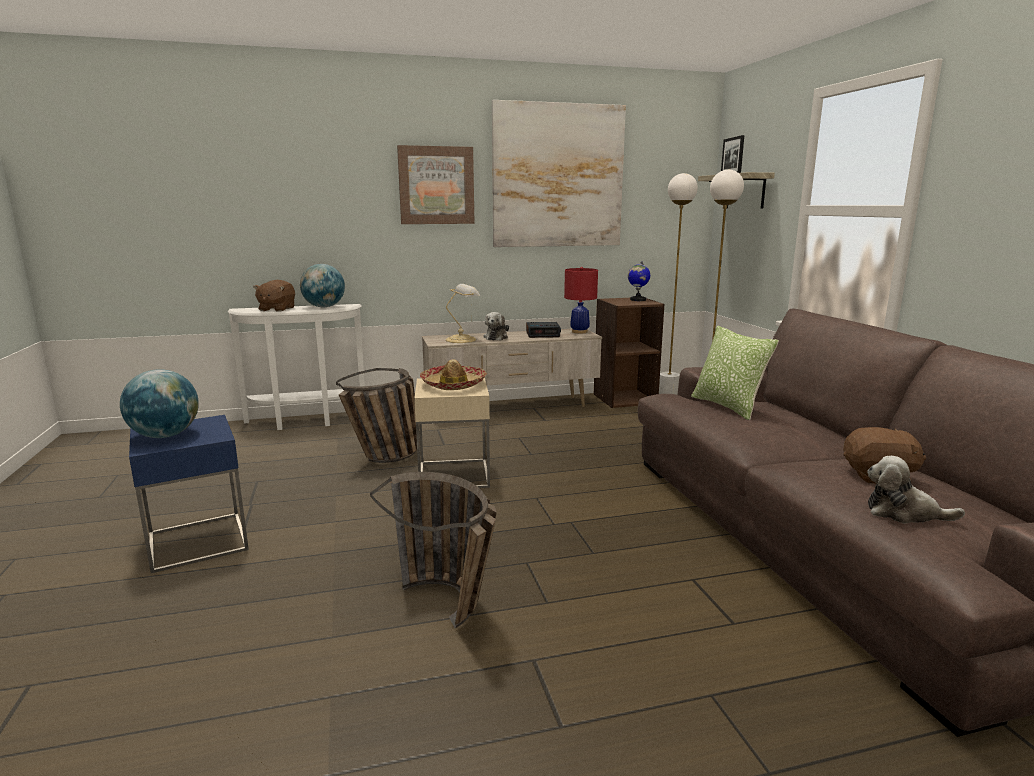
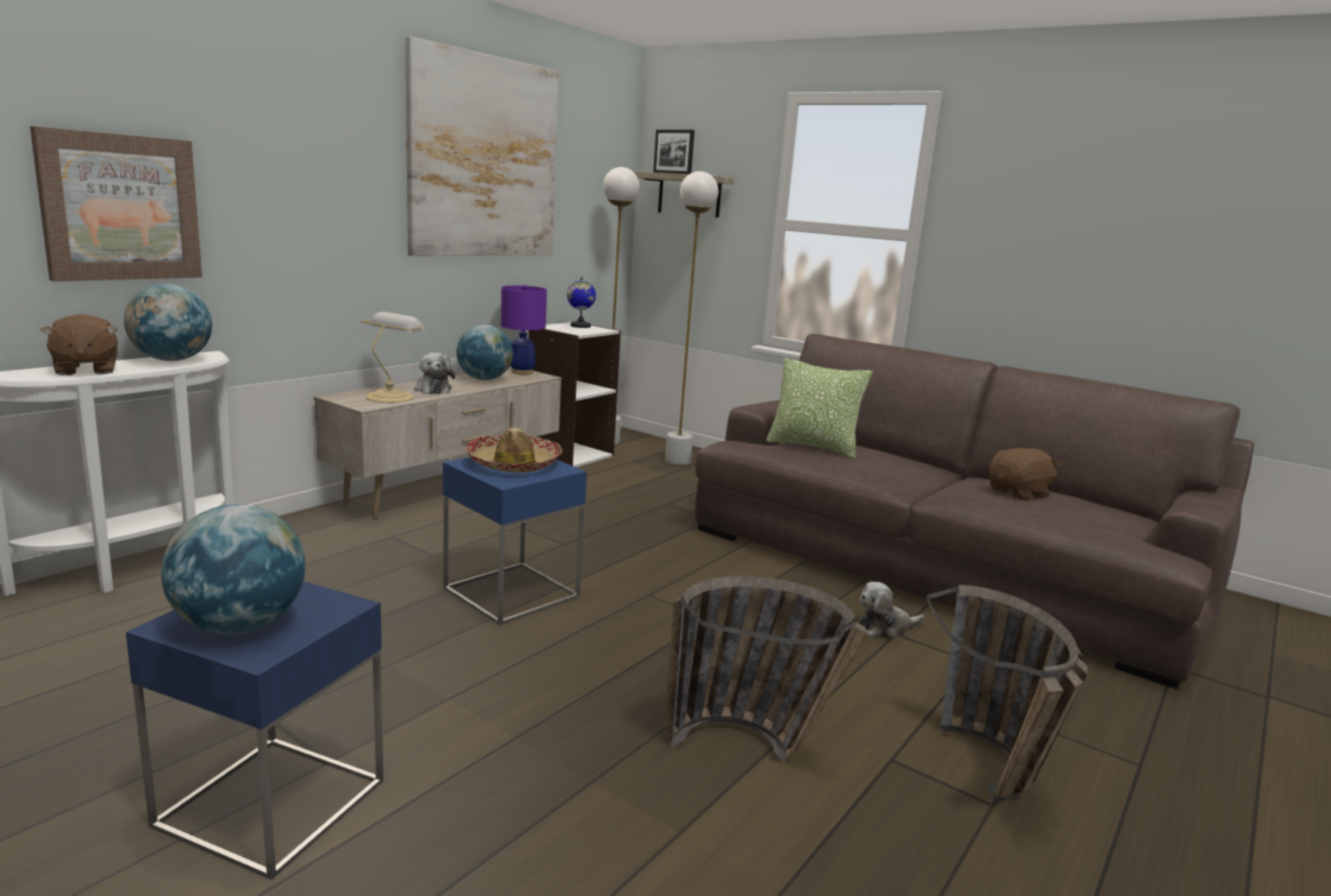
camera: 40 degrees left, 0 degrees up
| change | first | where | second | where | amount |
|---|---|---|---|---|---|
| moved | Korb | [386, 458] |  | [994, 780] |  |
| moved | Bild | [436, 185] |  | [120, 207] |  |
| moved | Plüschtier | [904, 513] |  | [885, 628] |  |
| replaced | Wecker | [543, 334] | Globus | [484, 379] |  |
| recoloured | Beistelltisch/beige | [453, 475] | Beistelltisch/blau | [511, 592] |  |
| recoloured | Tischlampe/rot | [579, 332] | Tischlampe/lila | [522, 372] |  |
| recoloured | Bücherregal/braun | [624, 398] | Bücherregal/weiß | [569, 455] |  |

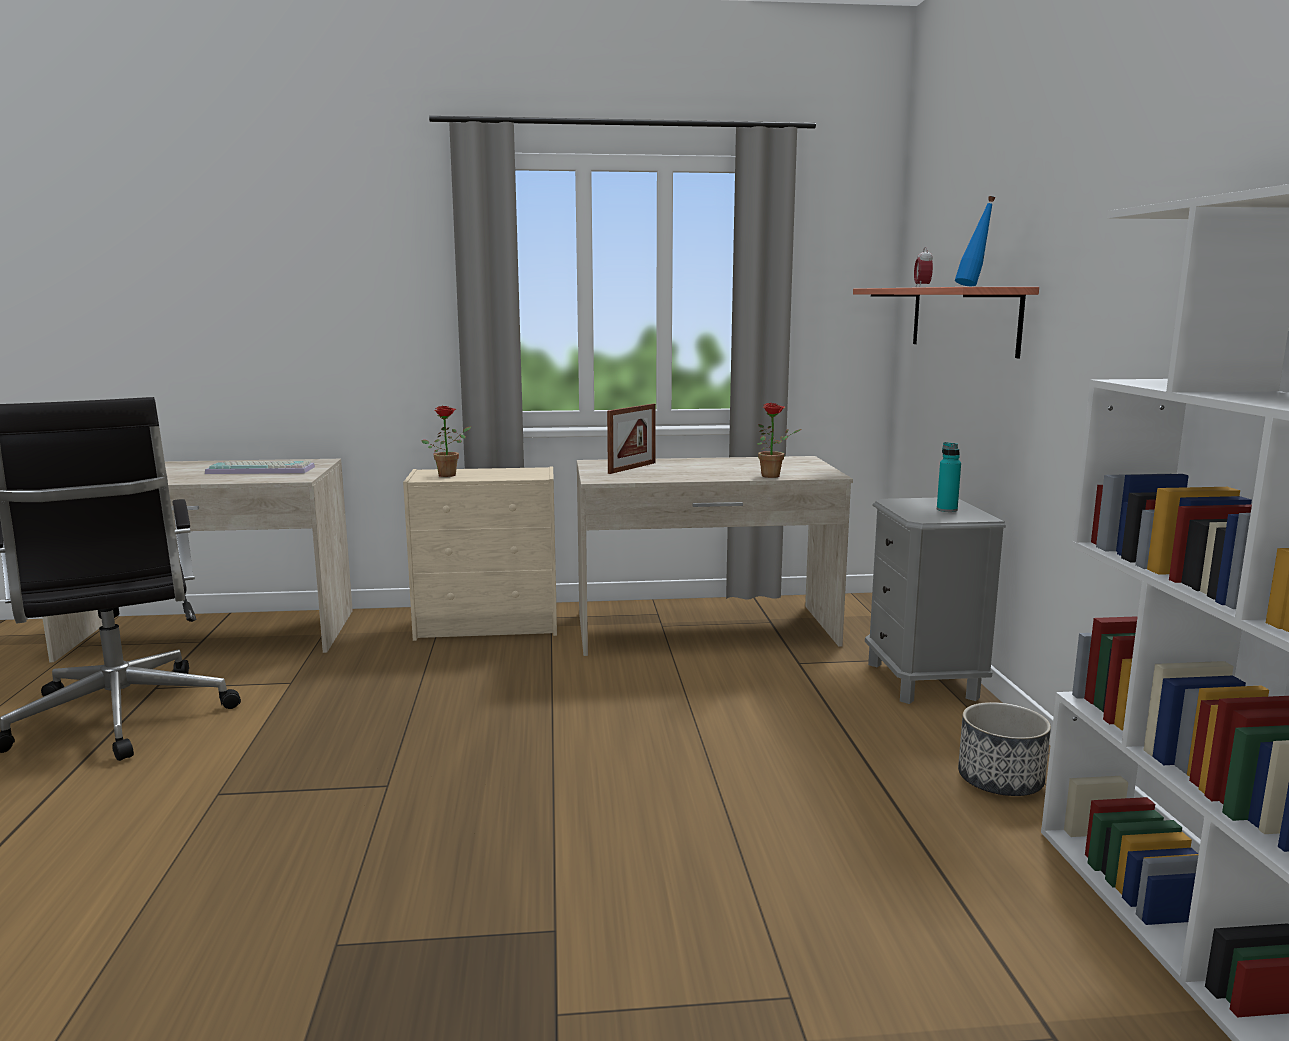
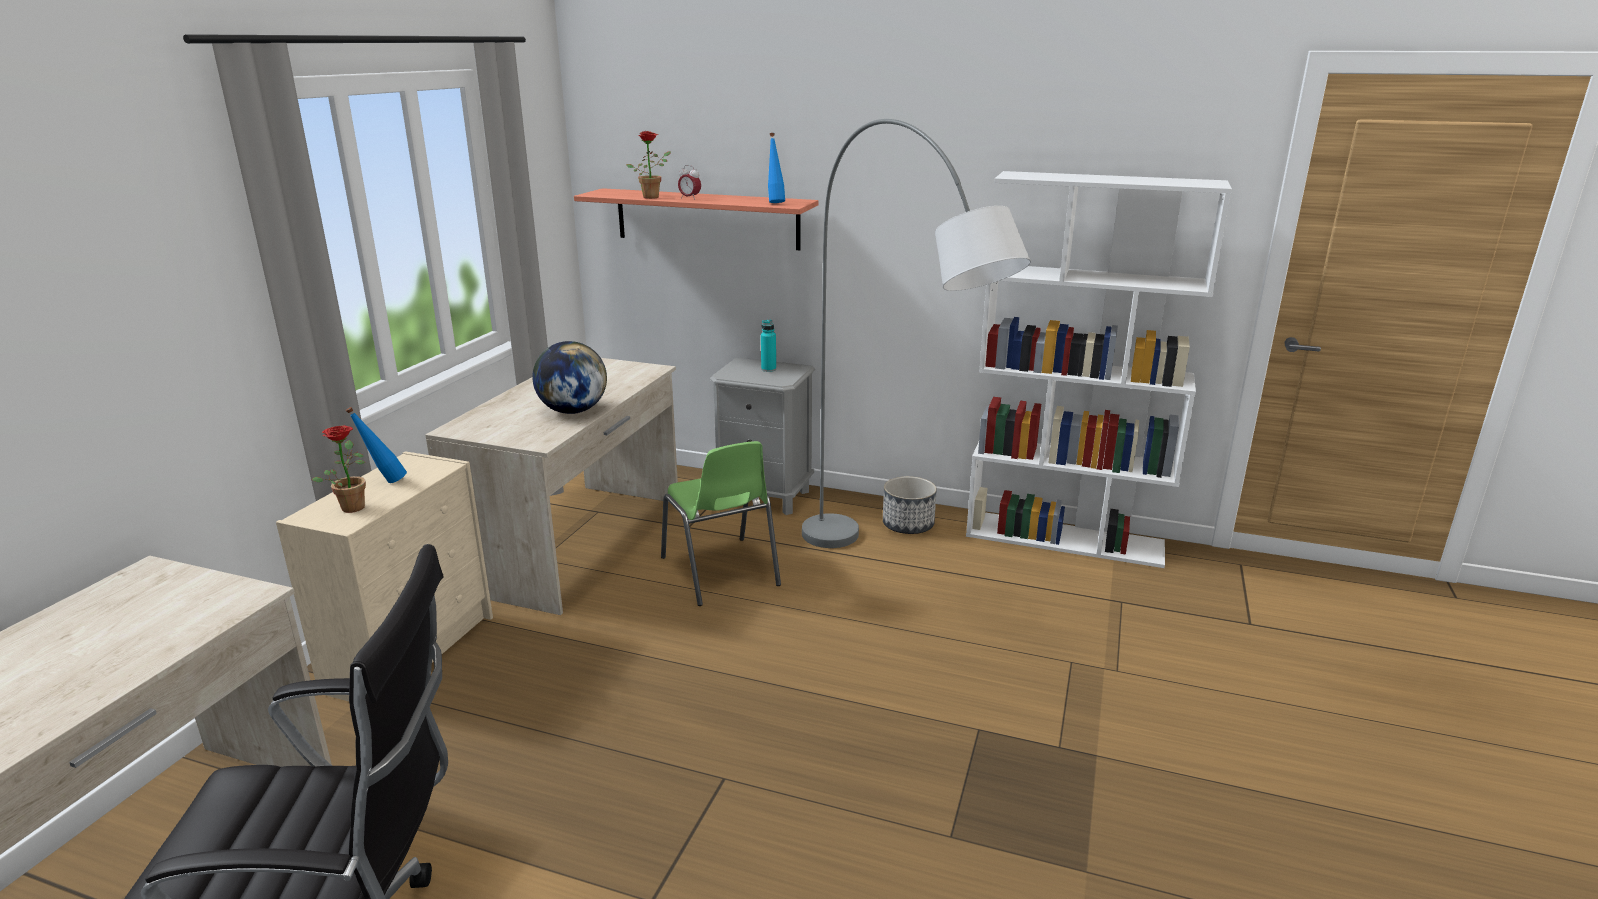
camera: 65 degrees left, 10 degrees up
| change | first | where | second | where | amount |
|---|---|---|---|---|---|
| removed | Tastatur | [262, 470] |  |  |  |
| removed | Bilderrahmen | [632, 468] |  |  |  |
| added |  |  | Flasche/blau | [384, 482] |  |
| added |  |  | Globus | [573, 411] |  |
| added |  |  | Stuhl/grün | [720, 572] |  |
| added |  |  | Stehlampe/grau | [892, 583] |  |
| moved | Topfpflanze | [774, 476] |  | [653, 197] |  |

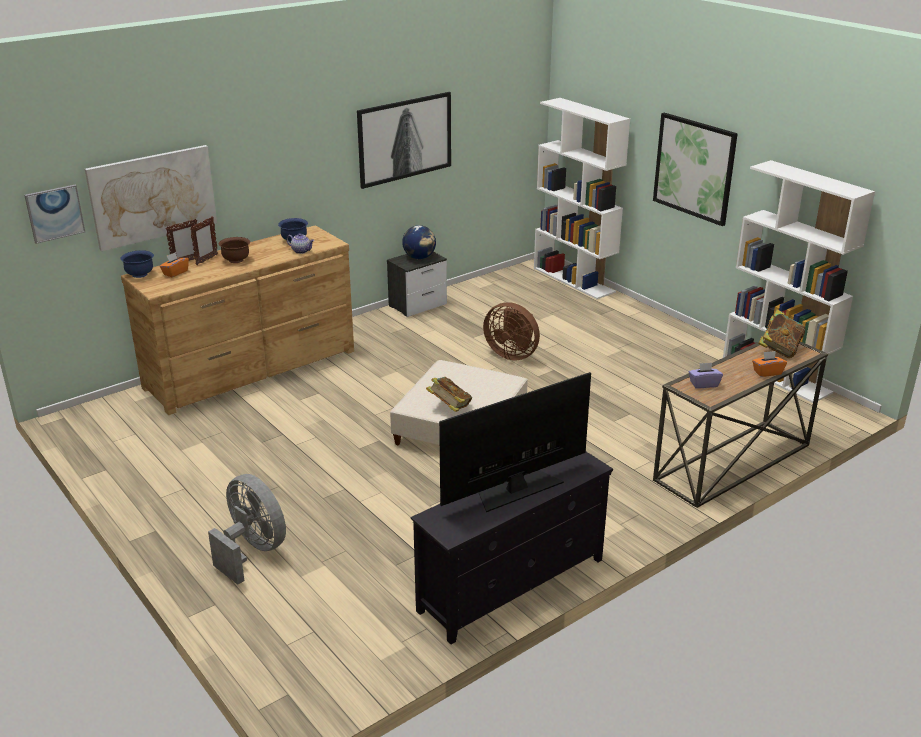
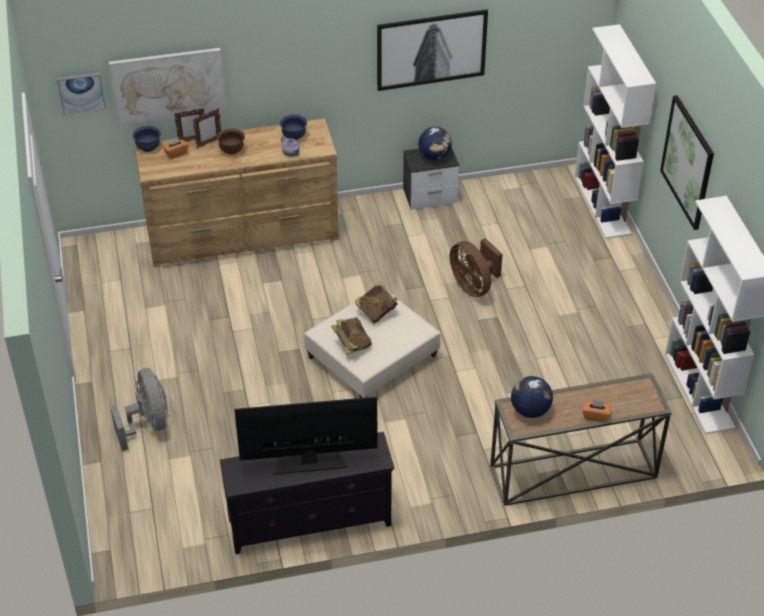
camera: 25 degrees right, 15 degrees up
| change | first | where | second | where | amount |
|---|---|---|---|---|---|
| moved | Buch | [779, 349] |  | [376, 312] |  |
| replaced | Taschentuchbox/lila | [704, 384] | Globus | [530, 410] |  |

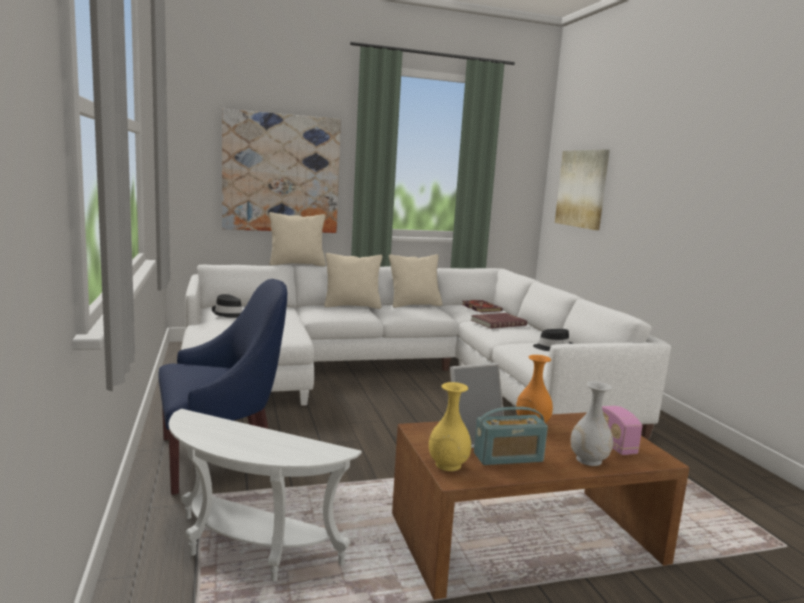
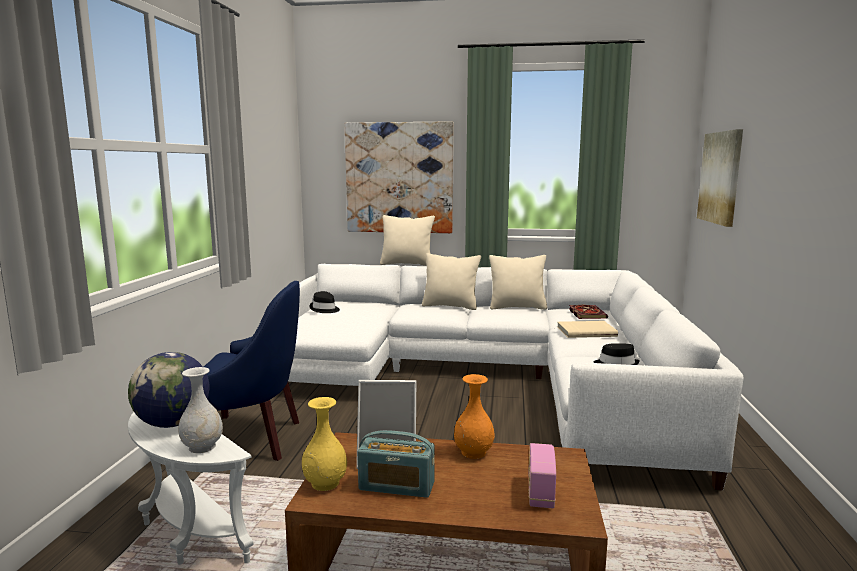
camera: 25 degrees right, 0 degrees up
| change | first | where | second | where | amount |
|---|---|---|---|---|---|
| added |  |  | Globus | [173, 423] |  |
| moved | Vase/weiß | [589, 460] |  | [203, 447] |  |
| recoloured | Buch/rot | [497, 322] | Buch/beige | [586, 331] |  |

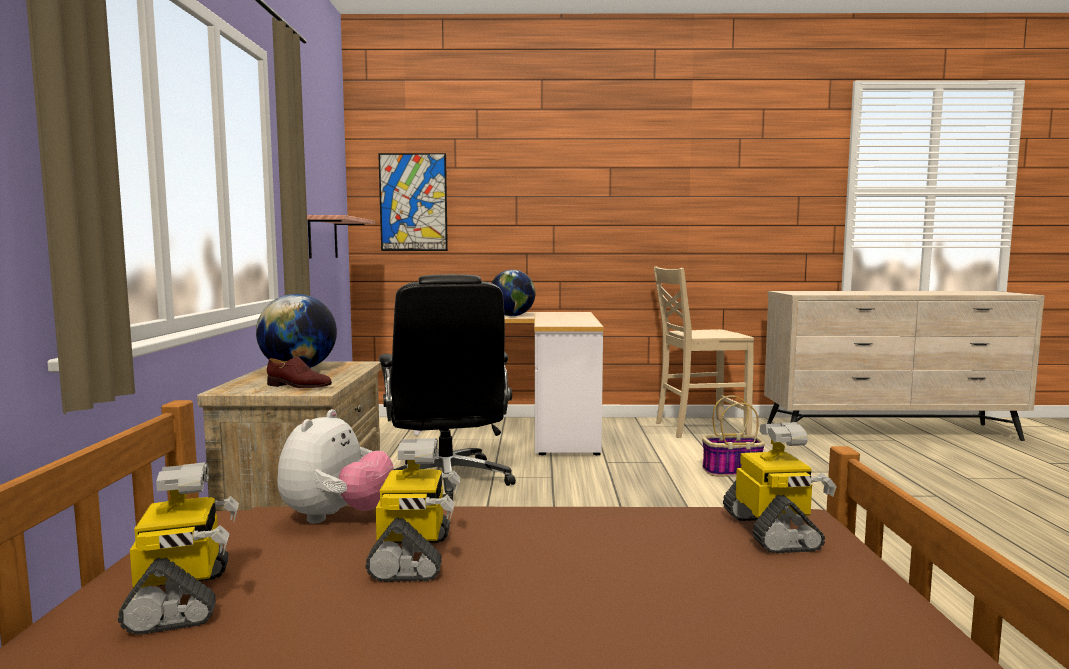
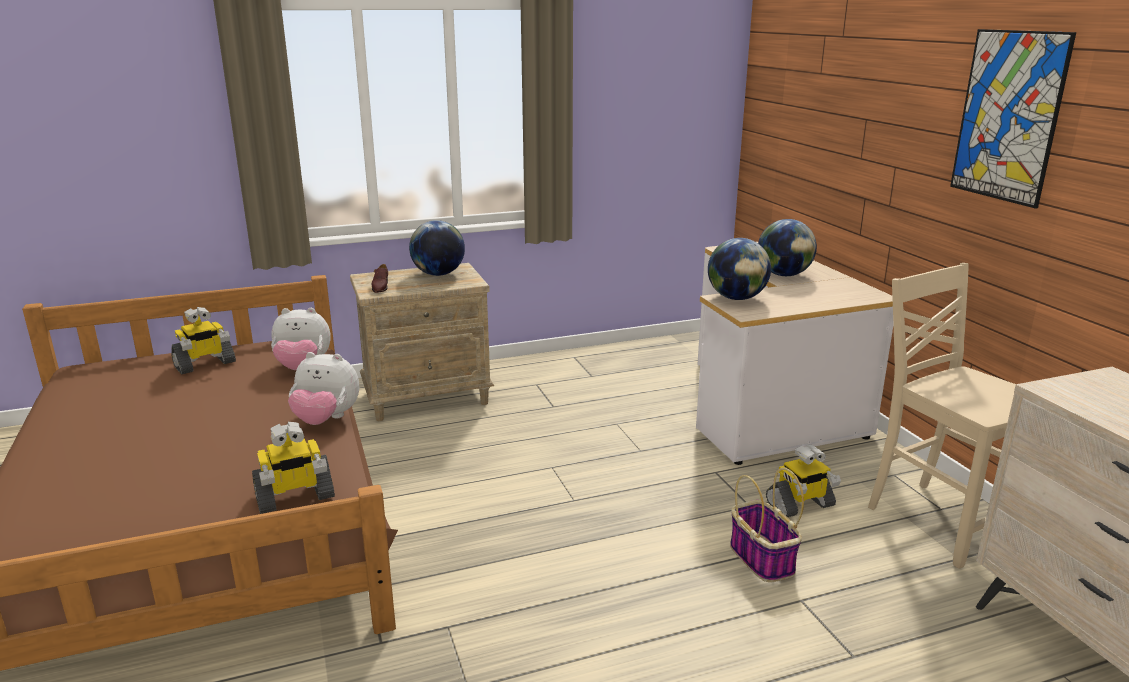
camera: 70 degrees right, 15 degrees up
| change | first | where | second | where | amount |
|---|---|---|---|---|---|
| removed | Wandregal | [322, 238] |  |  |  |
| removed | Bürostuhl/schwarz | [446, 482] |  |  |  |
| added |  |  | Plüschtier | [326, 420] |  |
| added |  |  | Globus | [736, 298] |  |
| moved | Spielzeugroboter | [414, 557] |  | [800, 505] |  |
| moved | Bild | [413, 202] |  | [1008, 116] |  |

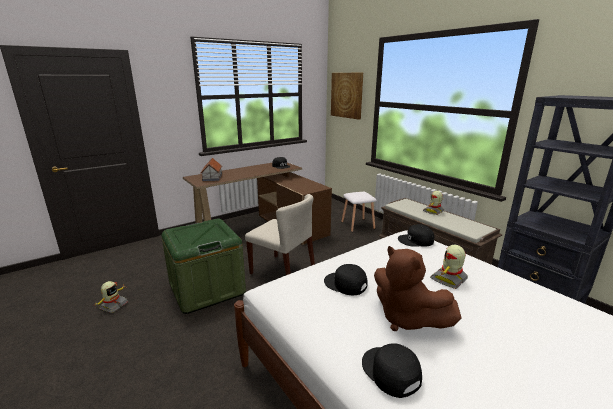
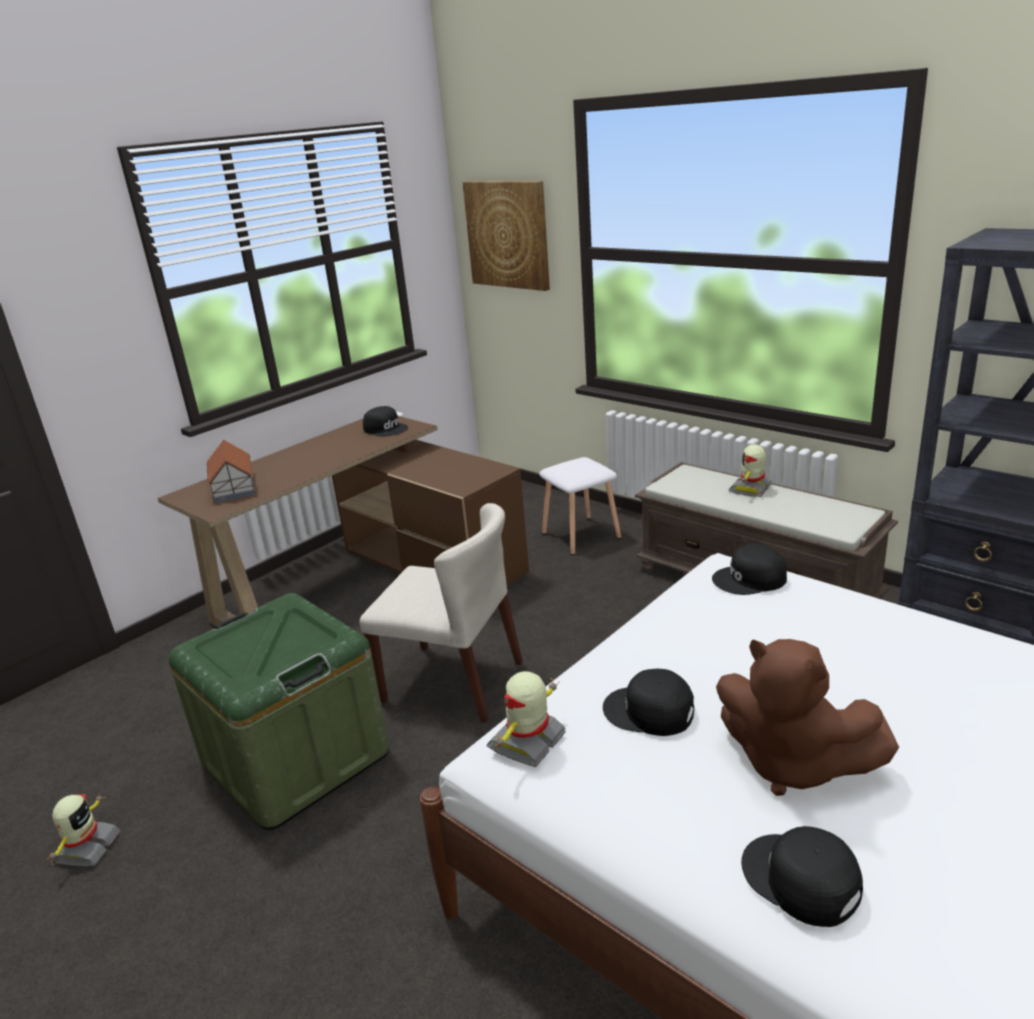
camera: 10 degrees left, 5 degrees up
| change | first | where | second | where | amount |
|---|---|---|---|---|---|
| moved | Spielzeugroboter | [449, 279] |  | [528, 742] |  |

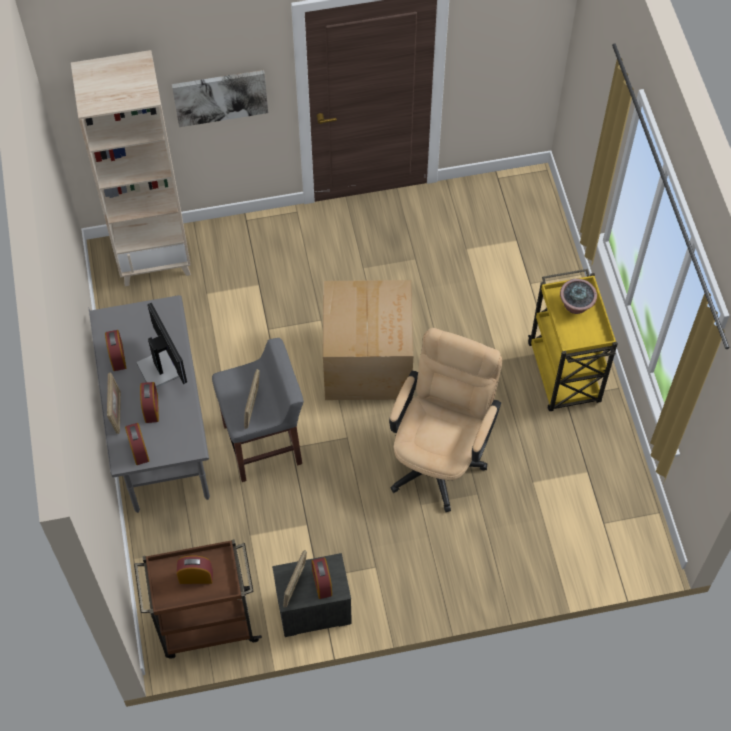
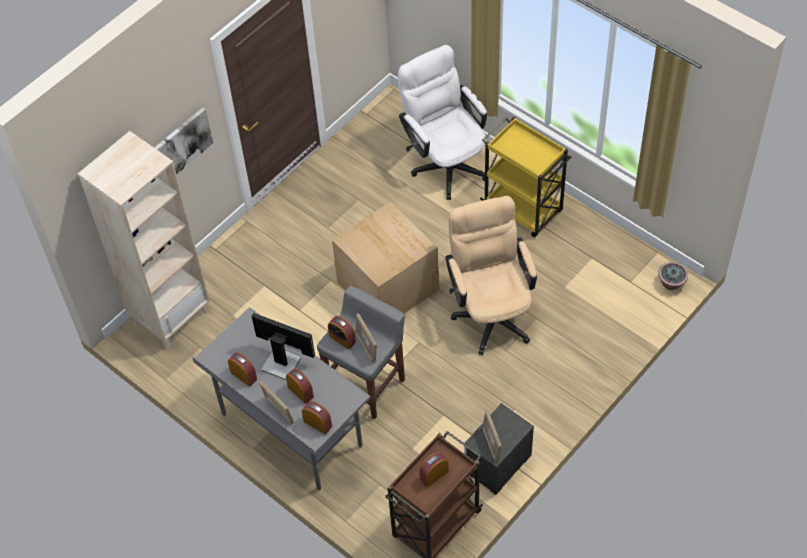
camera: 35 degrees left, 5 degrees down
| change | first | where | second | where | amount |
|---|---|---|---|---|---|
| added |  |  | Bürostuhl/weiß | [445, 162] |  |
| moved | Wecker | [322, 582] |  | [342, 339] |  |
| moved | Topfpflanze | [576, 306] |  | [671, 283] |  |

